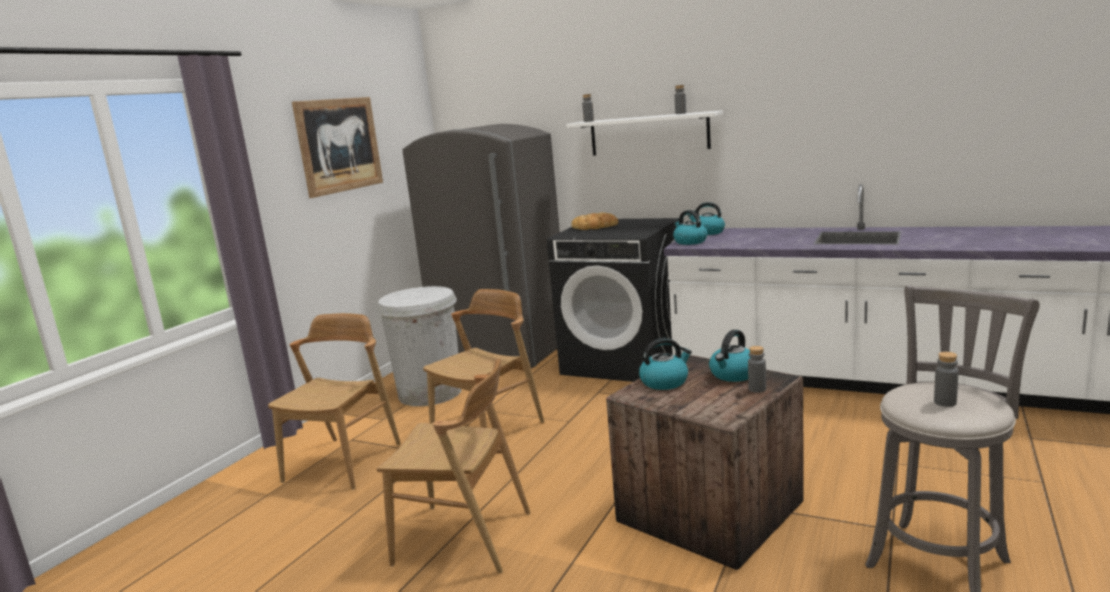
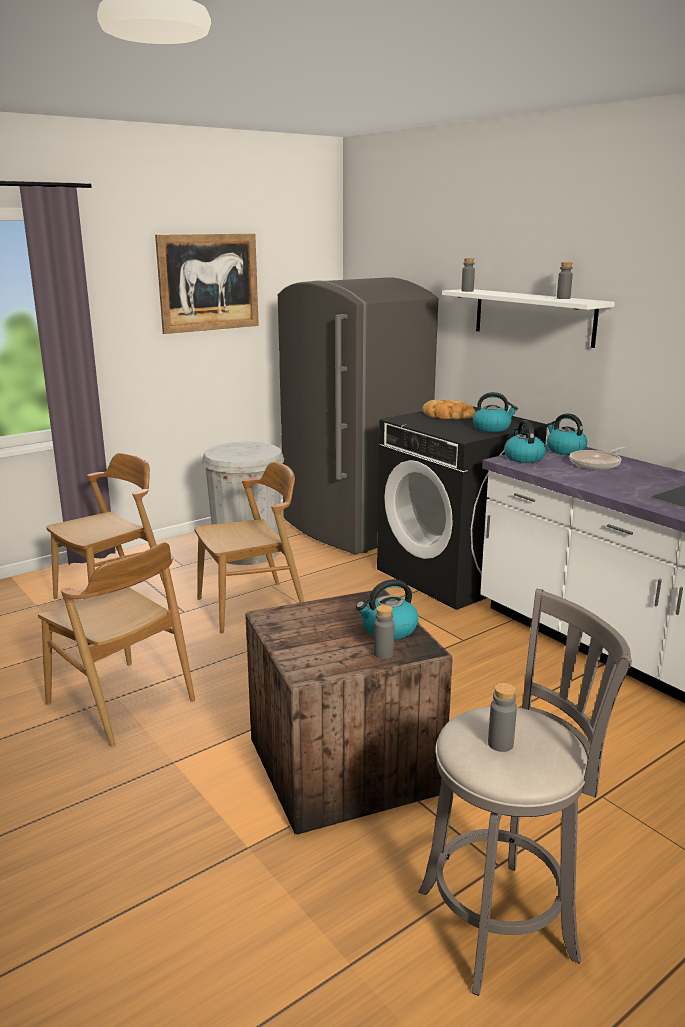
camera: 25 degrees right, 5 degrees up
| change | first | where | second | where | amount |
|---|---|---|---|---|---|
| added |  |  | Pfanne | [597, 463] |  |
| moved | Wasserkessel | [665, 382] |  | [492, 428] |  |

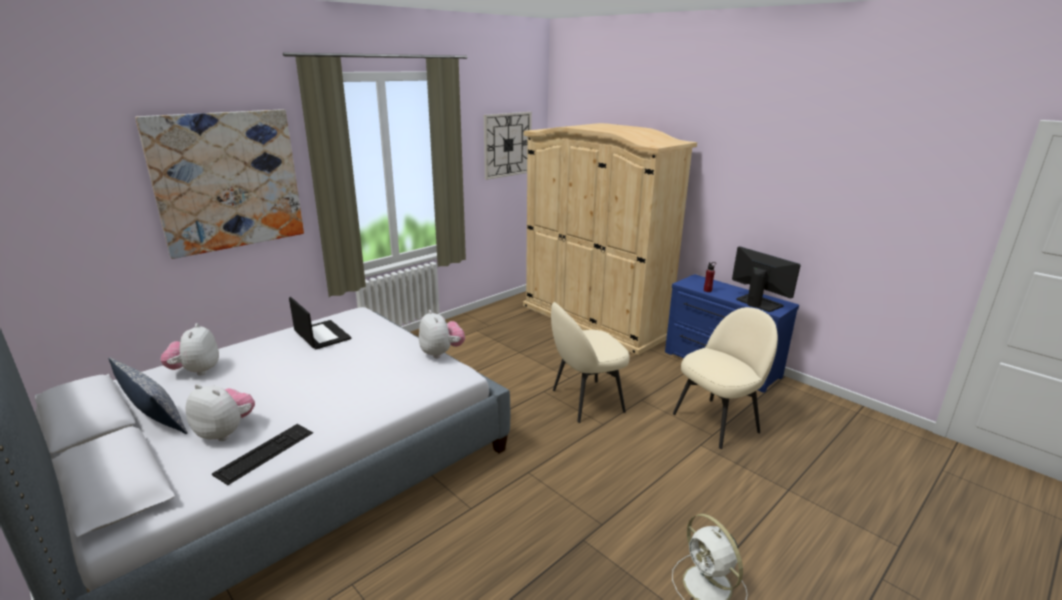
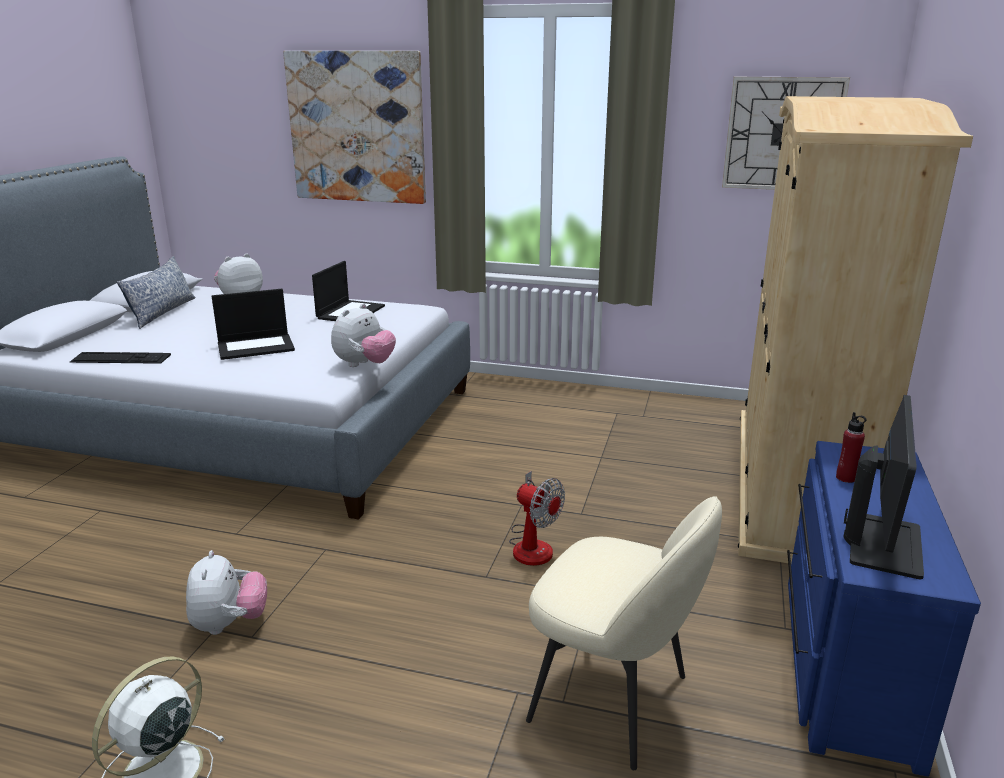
camera: 60 degrees right, 0 degrees up
| change | first | where | second | where | amount |
|---|---|---|---|---|---|
| added |  |  | Laptop | [256, 346] |  |
| moved | Plüschtier | [226, 432] |  | [229, 624] |  |
| replaced | Stuhl/beige | [585, 401] | Ventilator | [532, 544] |  |

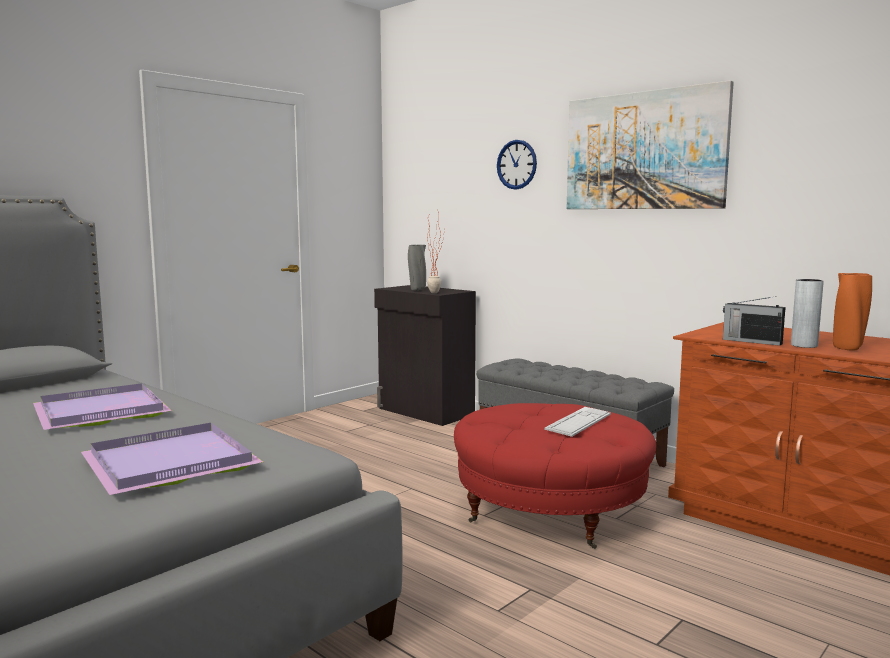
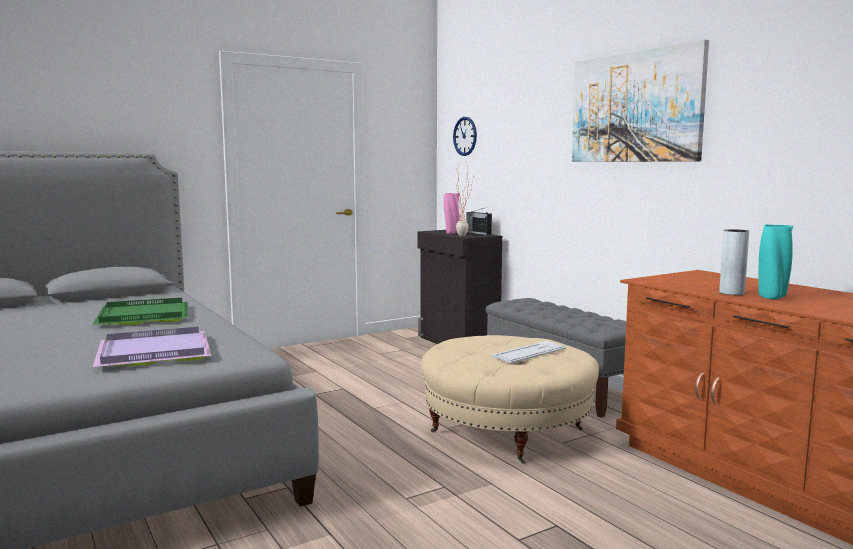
camera: 15 degrees right, 0 degrees up
| change | first | where | second | where | amount |
|---|---|---|---|---|---|
| moved | Wanduhr | [516, 164] |  | [465, 136] |  |
| moved | Radio | [751, 341] |  | [478, 233] |  |
| recoloured | Tablett/lila | [104, 412] | Tablett/grün | [145, 316] |  |
| recoloured | Vase/grau | [417, 290] | Vase/rosa | [451, 233] |  |
| recoloured | Polsterhocker/rot | [550, 511] | Polsterhocker/beige | [507, 431] |  |
| recoloured | Vase/orange | [848, 348] | Vase/türkis | [772, 297] |  |

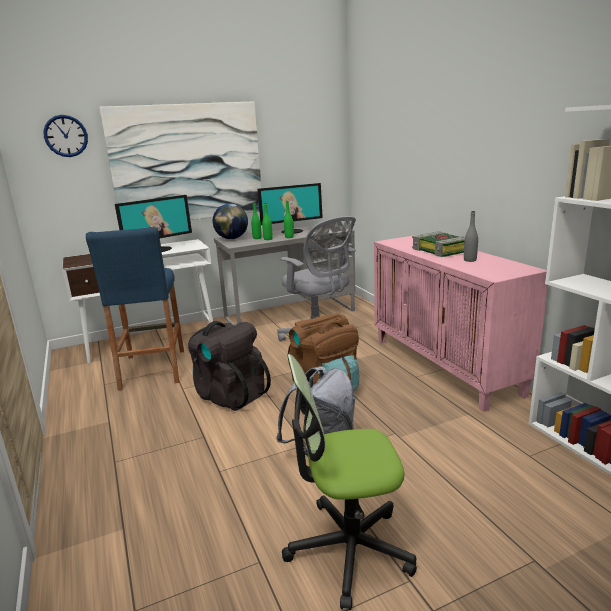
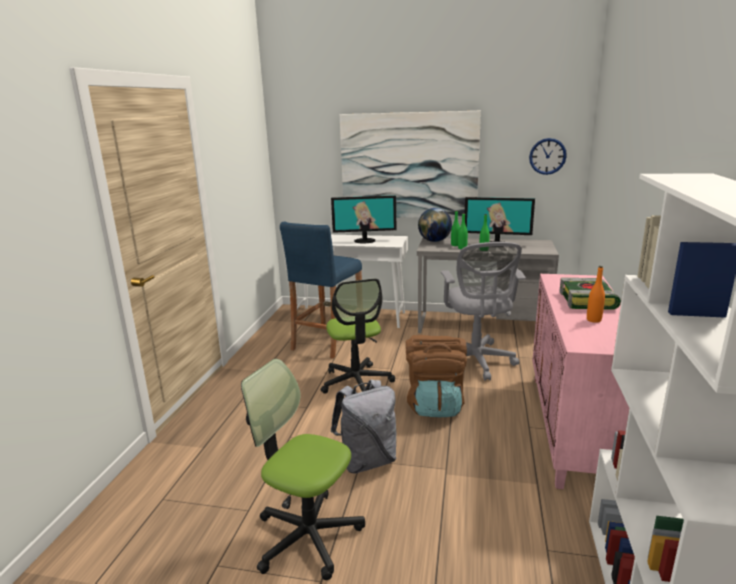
camera: 35 degrees right, 0 degrees up
| change | first | where | second | where | amount |
|---|---|---|---|---|---|
| moved | Wanduhr | [66, 136] |  | [547, 156] |  |
| replaced | Rucksack/schwarz | [229, 395] | Bürostuhl | [356, 382] |  |
| recoloured | Flasche/grau | [470, 260] | Flasche/orange | [593, 320] |  |

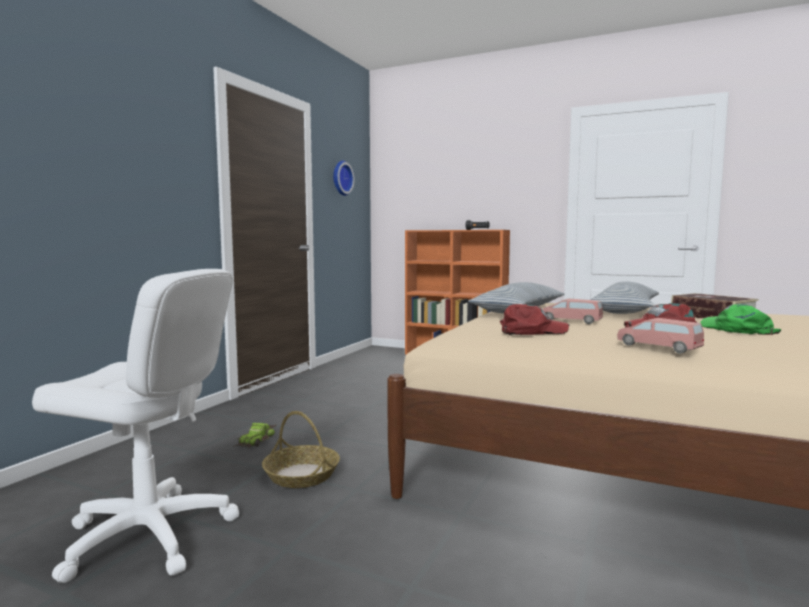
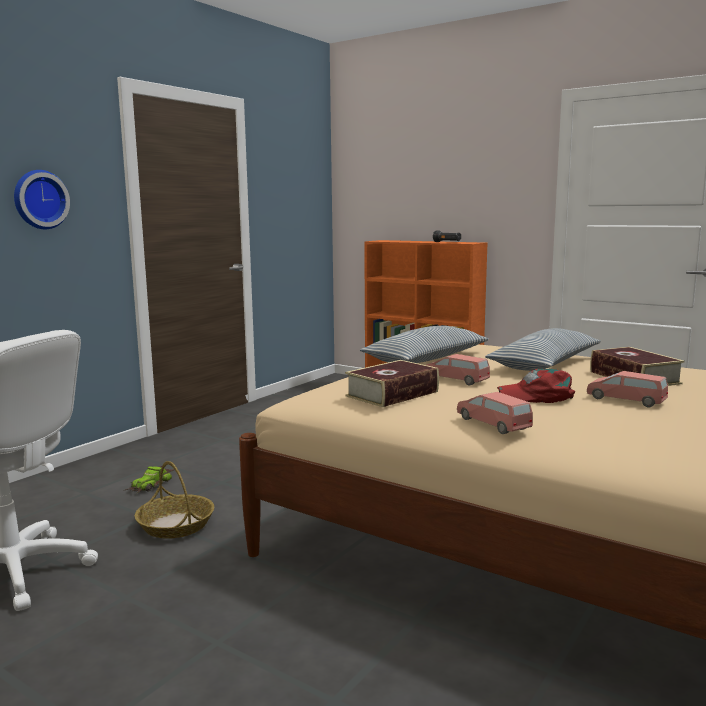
camera: 10 degrees right, 5 degrees up
| change | first | where | second | where | amount |
|---|---|---|---|---|---|
| moved | Wanduhr | [341, 178] |  | [39, 199] |  |
| replaced | Kappe/rot | [532, 331] | Buch | [392, 394] |  |
| replaced | Kappe/grün | [736, 329] | Spielzeugauto/rosa | [626, 400] |  |

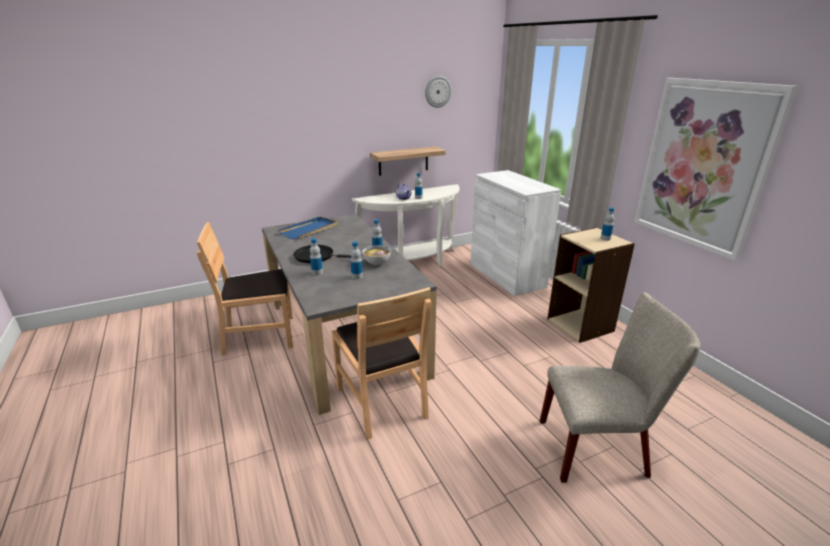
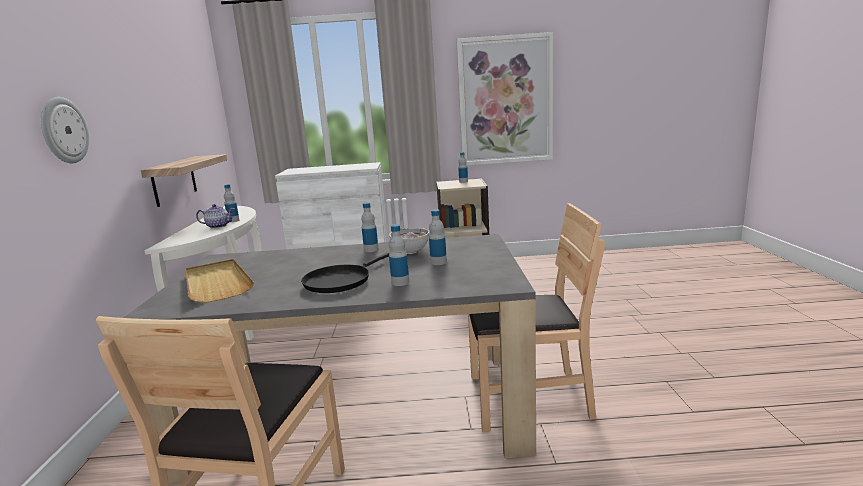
camera: 65 degrees left, 10 degrees down
| change | first | where | second | where | amount |
|---|---|---|---|---|---|
| removed | Stuhl/beige | [599, 448] |  |  |  |
| moved | Wanduhr | [437, 91] |  | [63, 130] |  |
| recoloured | Tablett/blau | [309, 230] | Tablett/beige | [217, 283] |  |

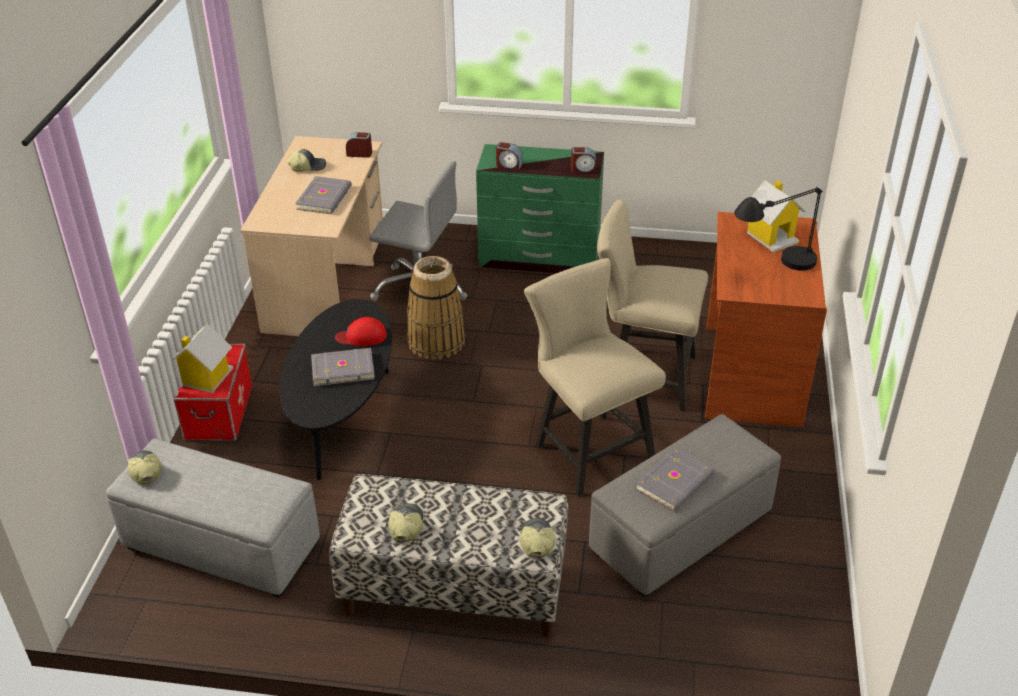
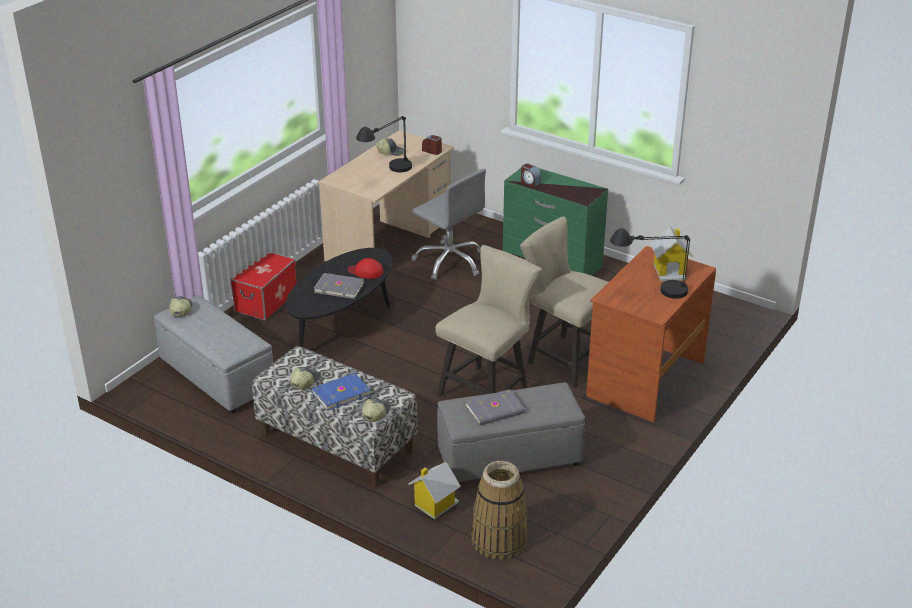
camera: 25 degrees right, 5 degrees down
| change | first | where | second | where | amount |
|---|---|---|---|---|---|
| removed | Wecker | [583, 169] |  |  |  |
| added |  |  | Buch/blau | [340, 393] |  |
| moved | Spielzeughaus | [206, 378] |  | [434, 504] |  |
| moved | Korb | [436, 341] |  | [499, 539] |  |
| replaced | Buch/grau | [325, 198] | Tischlampe/schwarz | [386, 174] |  |
| turned | Stuhl/beige | [588, 448] |  | [487, 390] | 45 degrees clockwise |

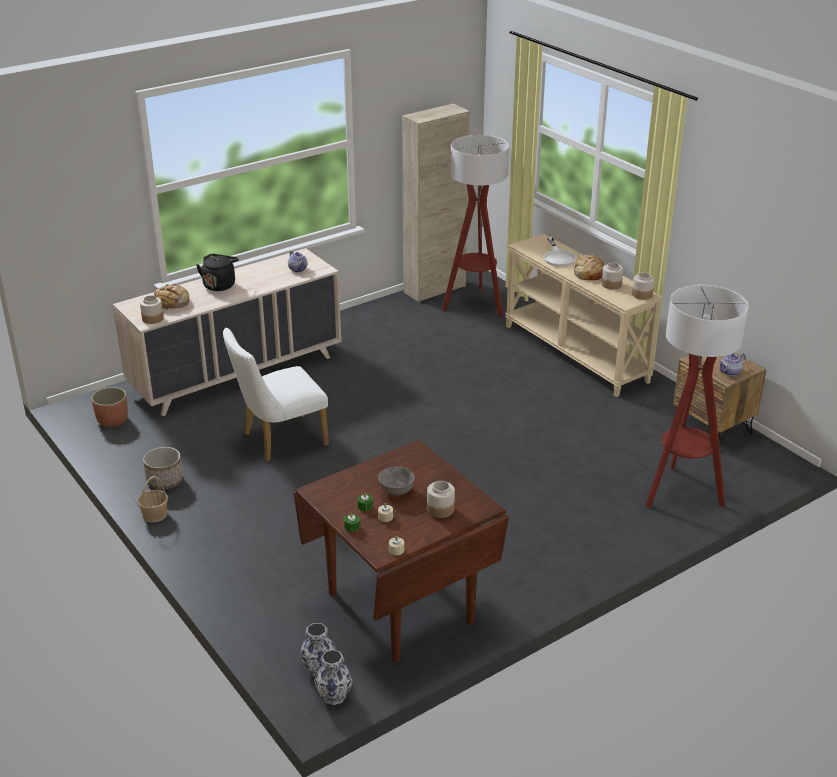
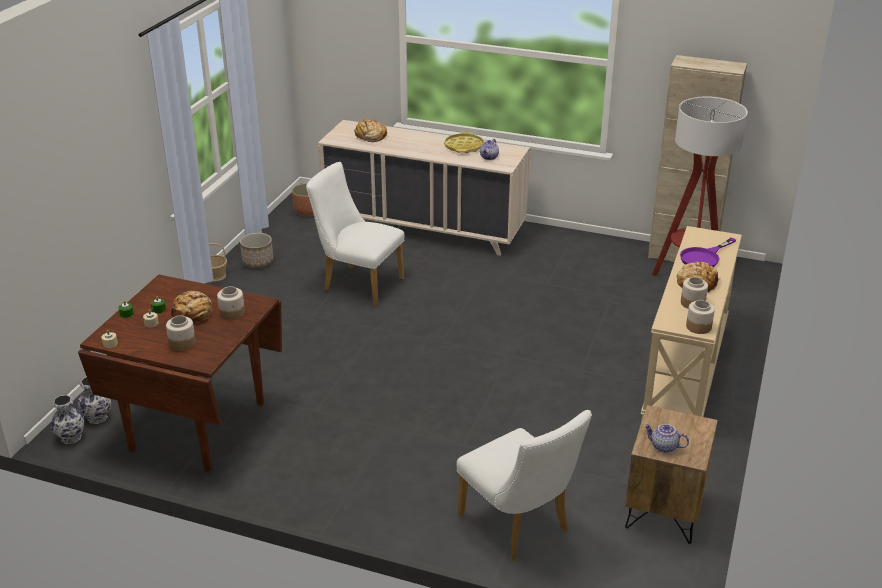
camera: 55 degrees right, 0 degrees up
| change | first | where | second | where | amount |
|---|---|---|---|---|---|
| removed | Wasserkessel/schwarz | [220, 284] |  |  |  |
| added |  |  | Tablett/gelb | [464, 147] |  |
| moved | Vorratsglas | [153, 319] |  | [232, 313] |  |
| replaced | Schüssel/grau | [396, 490] | Brot | [192, 314] |  |
| replaced | Stehlampe | [680, 493] | Stuhl/weiß | [519, 527] |  |
| recoloured | Pfanne/weiß | [558, 257] | Pfanne/lila | [704, 257] |  |

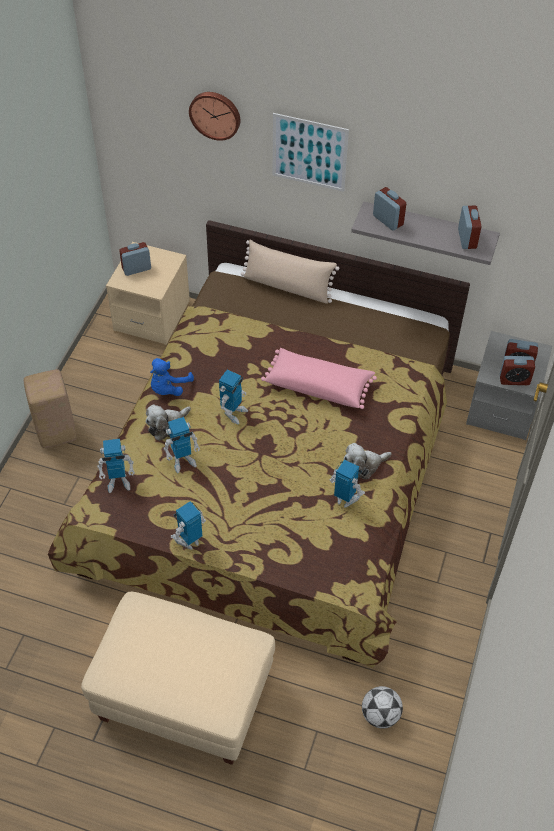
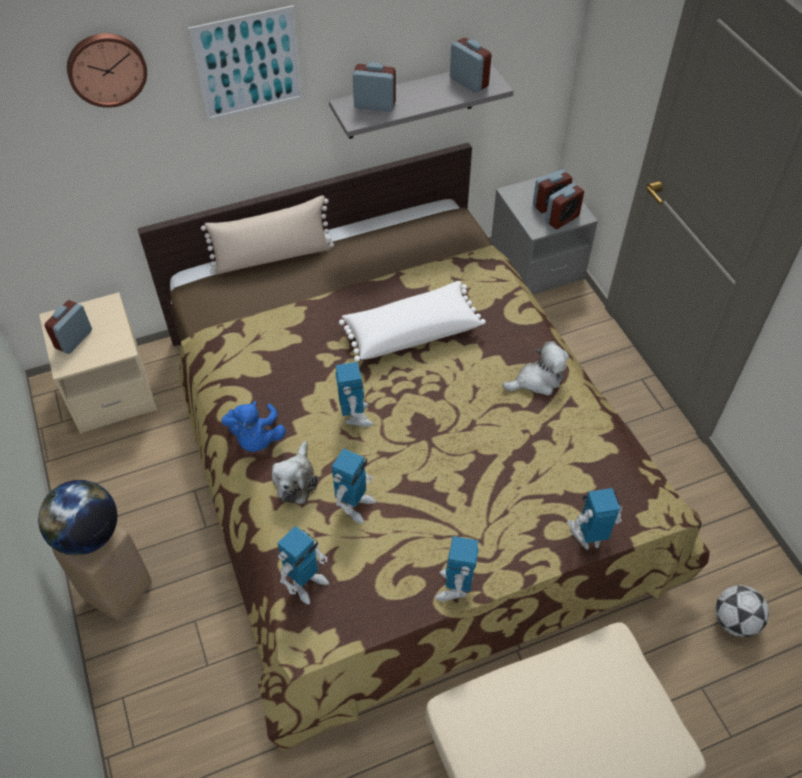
camera: 40 degrees left, 0 degrees up
| change | first | where | second | where | amount |
|---|---|---|---|---|---|
| added |  |  | Globus | [88, 535] |  |
| moved | Spielzeugroboter | [345, 499] |  | [588, 537] |  |
| recoloured | Kissen/rosa | [318, 385] | Kissen/weiß | [411, 331] |  |
| turned | Plüschtier | [363, 466] |  | [537, 380] | 135 degrees counterclockwise |

